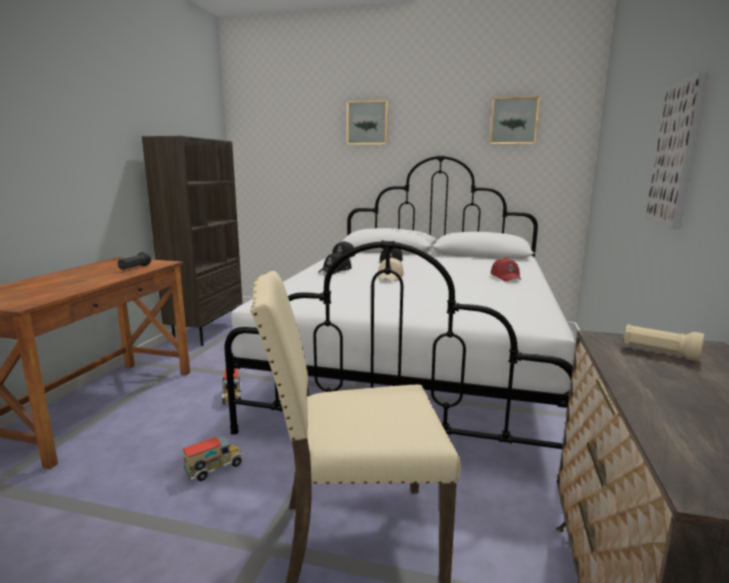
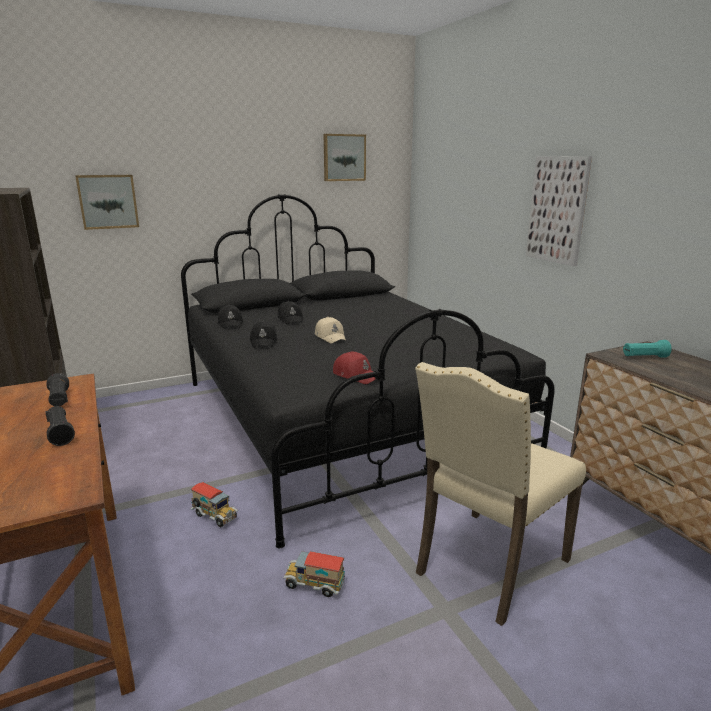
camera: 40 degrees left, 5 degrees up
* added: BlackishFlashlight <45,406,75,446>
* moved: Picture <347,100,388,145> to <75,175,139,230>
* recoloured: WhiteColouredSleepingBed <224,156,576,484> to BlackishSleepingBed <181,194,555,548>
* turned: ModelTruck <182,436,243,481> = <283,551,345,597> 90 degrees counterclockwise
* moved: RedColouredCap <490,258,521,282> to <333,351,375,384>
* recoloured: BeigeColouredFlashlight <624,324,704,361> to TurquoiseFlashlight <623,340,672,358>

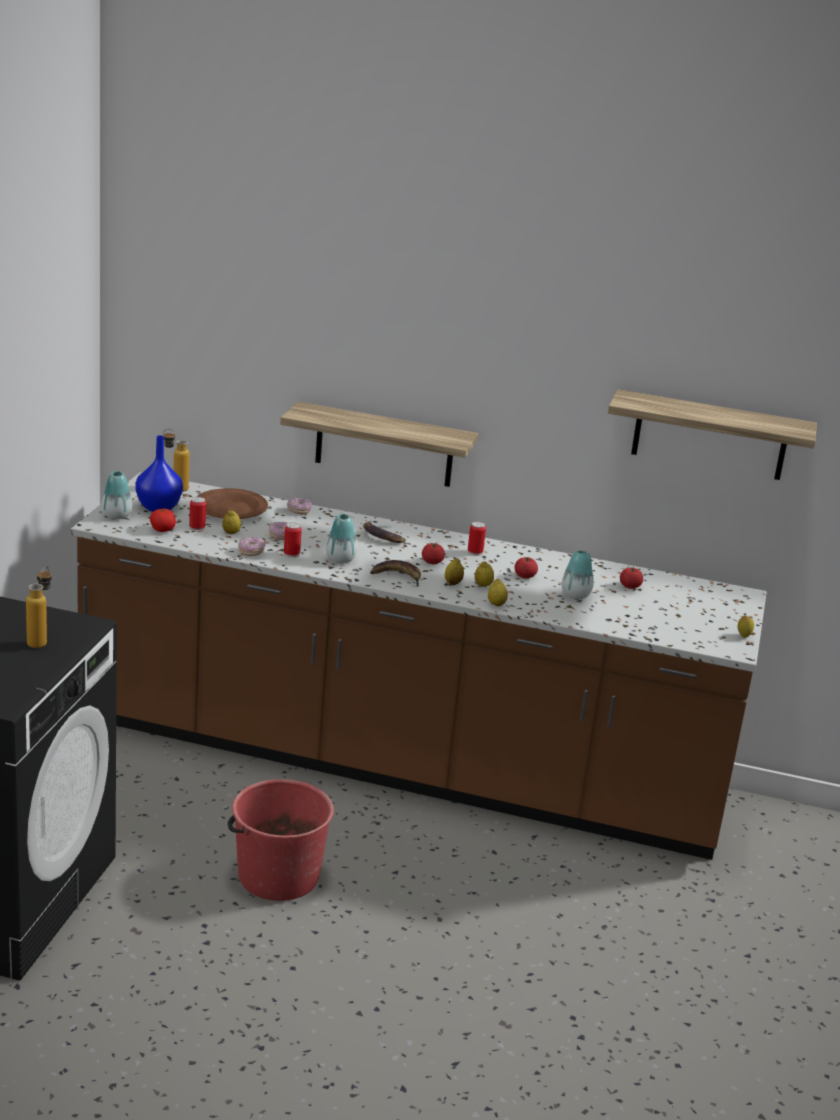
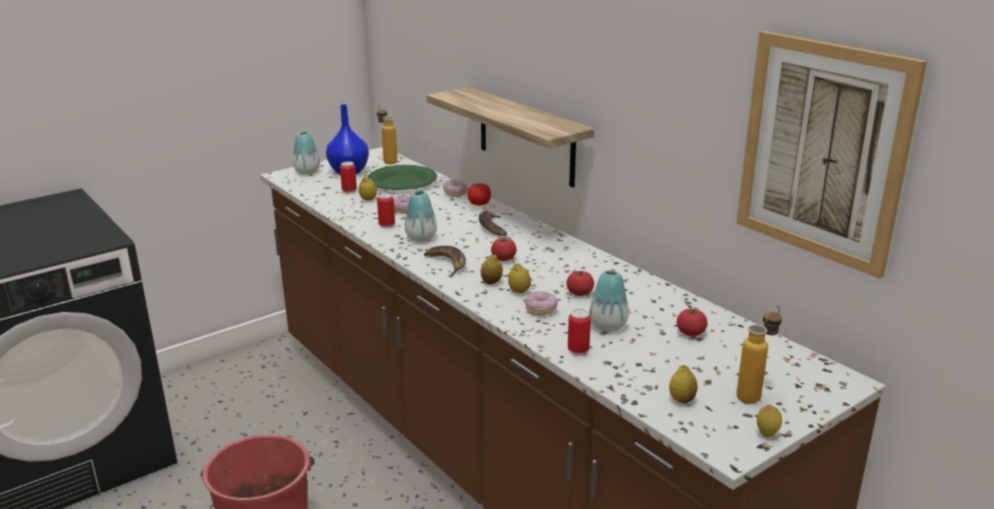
camera: 40 degrees right, 0 degrees up
* recoloured: BrownishPlate <197,488,268,519> to GreenPlate <368,165,437,190>
* moved: FreshTomato <150,508,176,532> to <467,183,491,205>
* moved: Donut <238,537,265,556> to <525,291,558,315>
* moved: Can <468,522,486,556> to <568,309,591,356>
* moved: WholeLemon <488,579,508,606> to <669,365,698,403>
* replaced: BracketShelf <608,389,817,480> to Picture <736,31,927,279>
* moved: BeverageBottle <26,566,52,648> to <736,306,782,403>

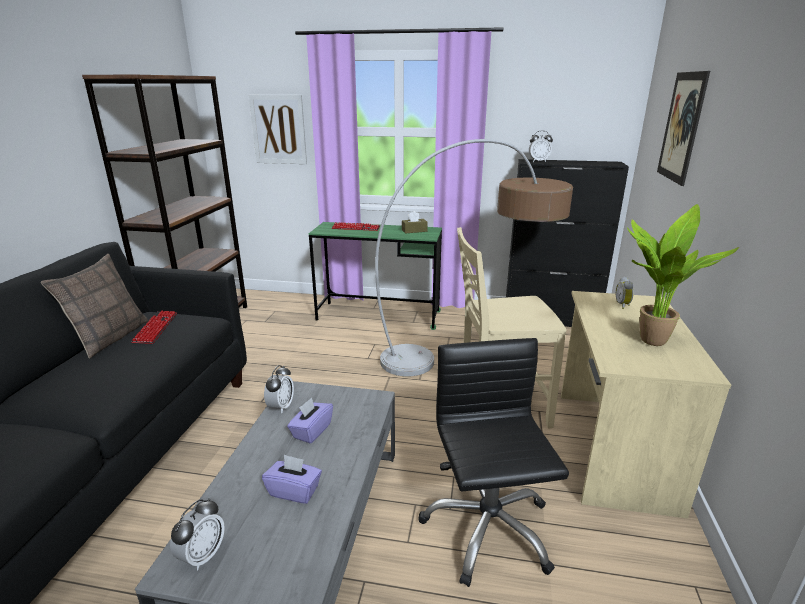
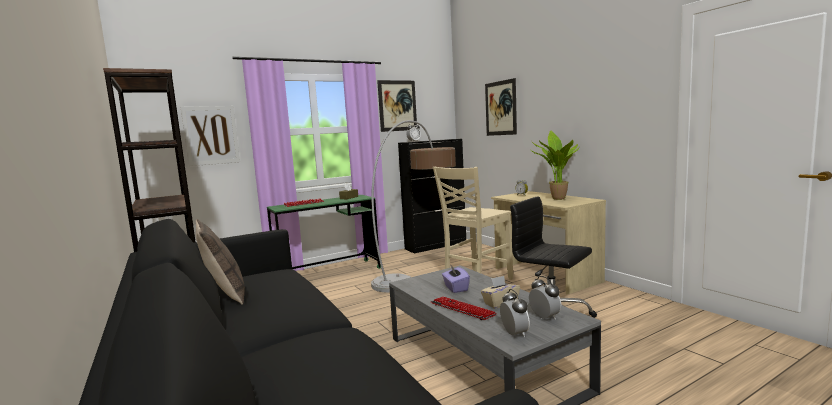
camera: 40 degrees left, 15 degrees down
* added: Picture <377,80,417,132>
* moved: PcKeyboard <132,311,177,344> to <431,296,497,320>
* recoloured: PurpleTissueHolder <262,454,322,504> to BeigeColouredTissueHolder <481,276,520,309>
* moved: TableClock <264,365,294,413> to <529,276,561,320>

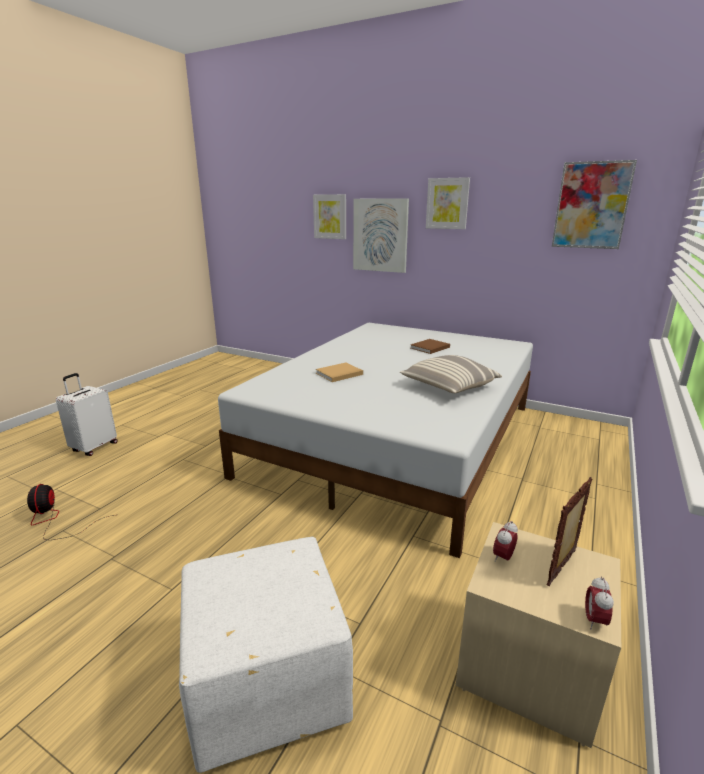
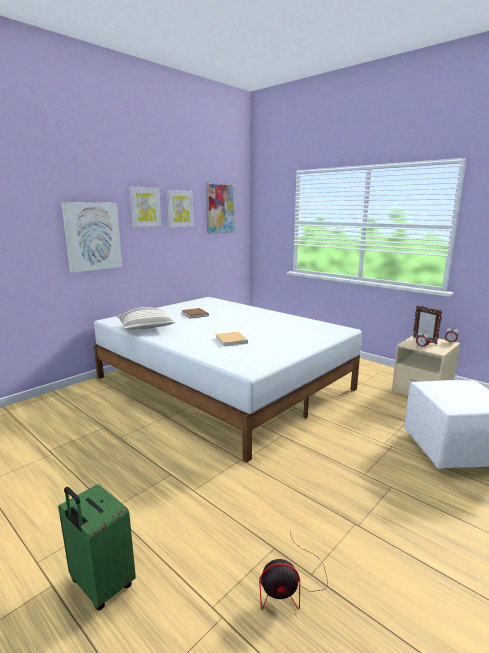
camera: 75 degrees left, 5 degrees down
* recoloured: WhiteColouredTravelCase <56,373,118,456> to GreenTravelCase <58,484,136,611>
* moved: Cushion <400,355,502,393> to <117,307,175,330>
* moved: Picture <313,194,346,239> to <167,190,194,228>

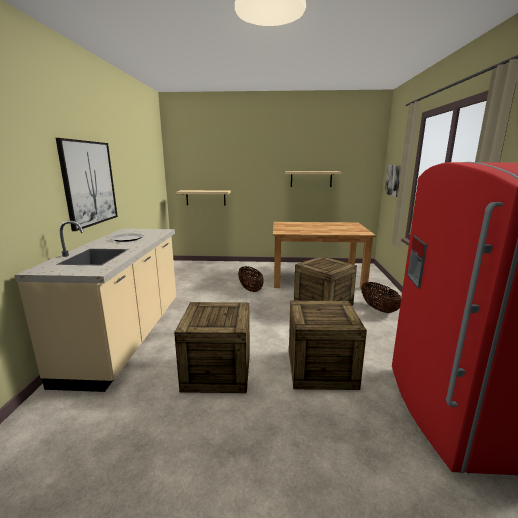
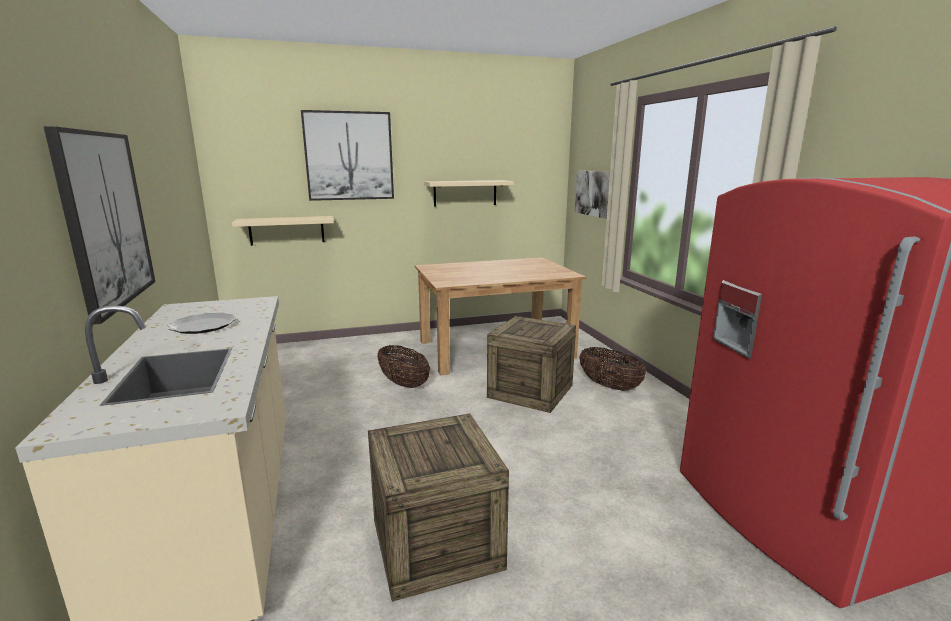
camera: 20 degrees left, 0 degrees up
* added: Picture <301,110,394,201>
* removed: Crate <289,301,367,390>

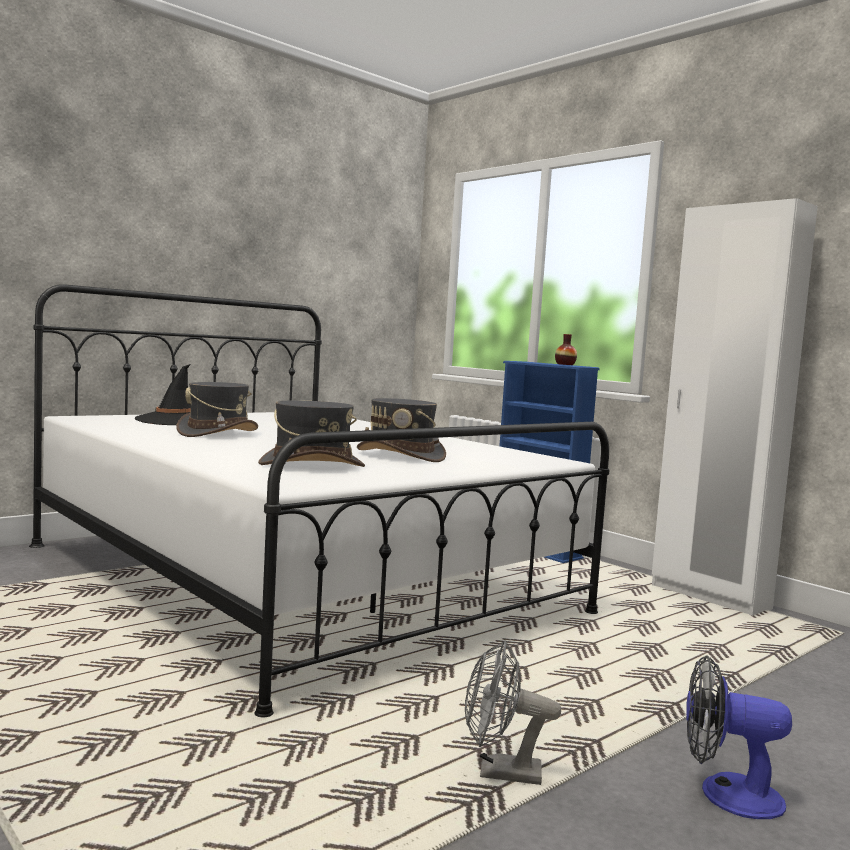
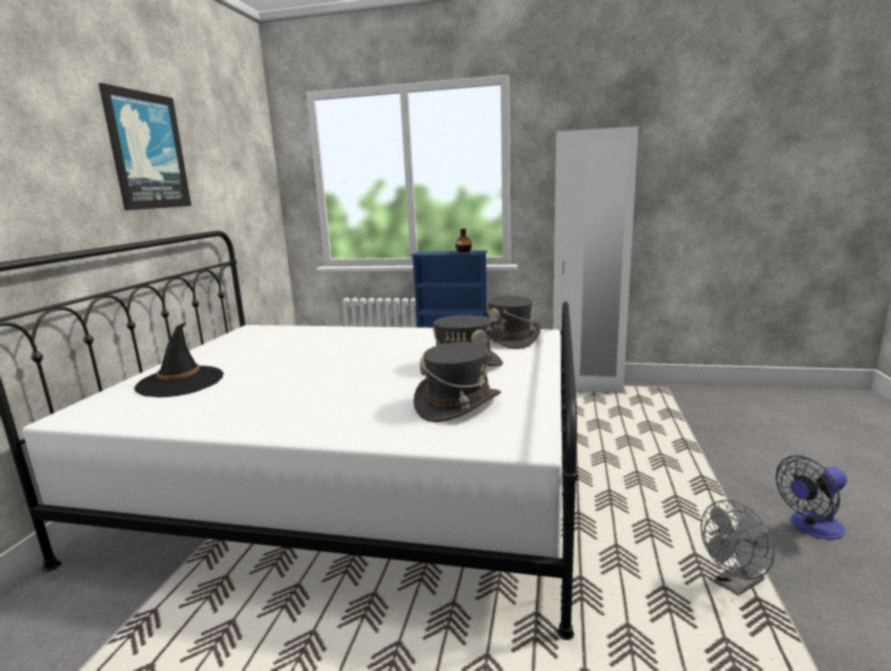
camera: 35 degrees left, 10 degrees up
* added: Picture <98,83,191,210>
* moved: GreyClothingHat <177,382,258,437> to <487,296,541,349>

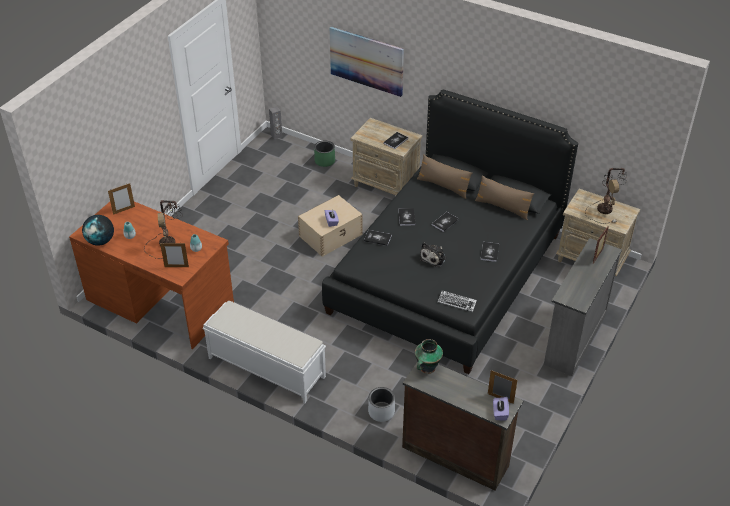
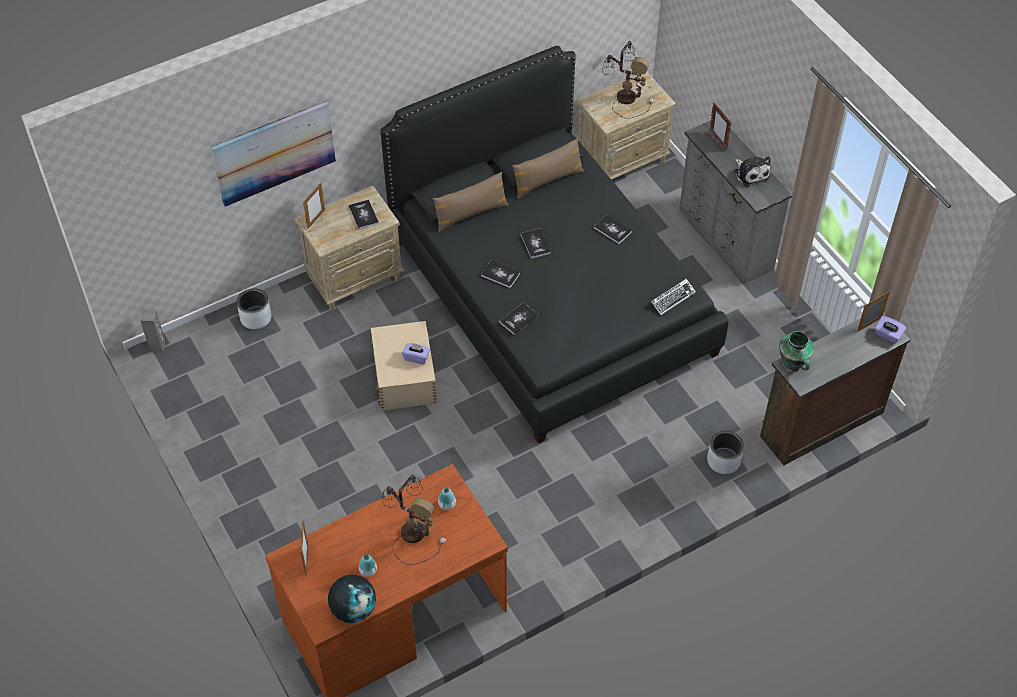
camera: 60 degrees left, 10 degrees up
* recoloured: GreenPlantPot <314,141,335,167> to GreyPlantPot <237,288,272,329>
* moved: PhotoFrame <160,242,189,267> to <303,183,325,229>
* moved: PlushToy <419,242,446,267> to <734,156,771,187>
* removed: WhiteColouredLongSeat <203,301,326,403>

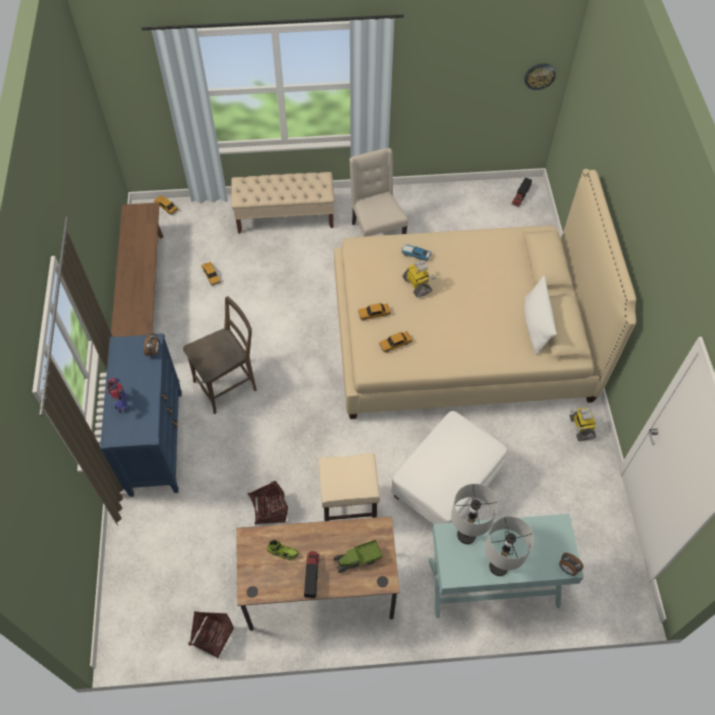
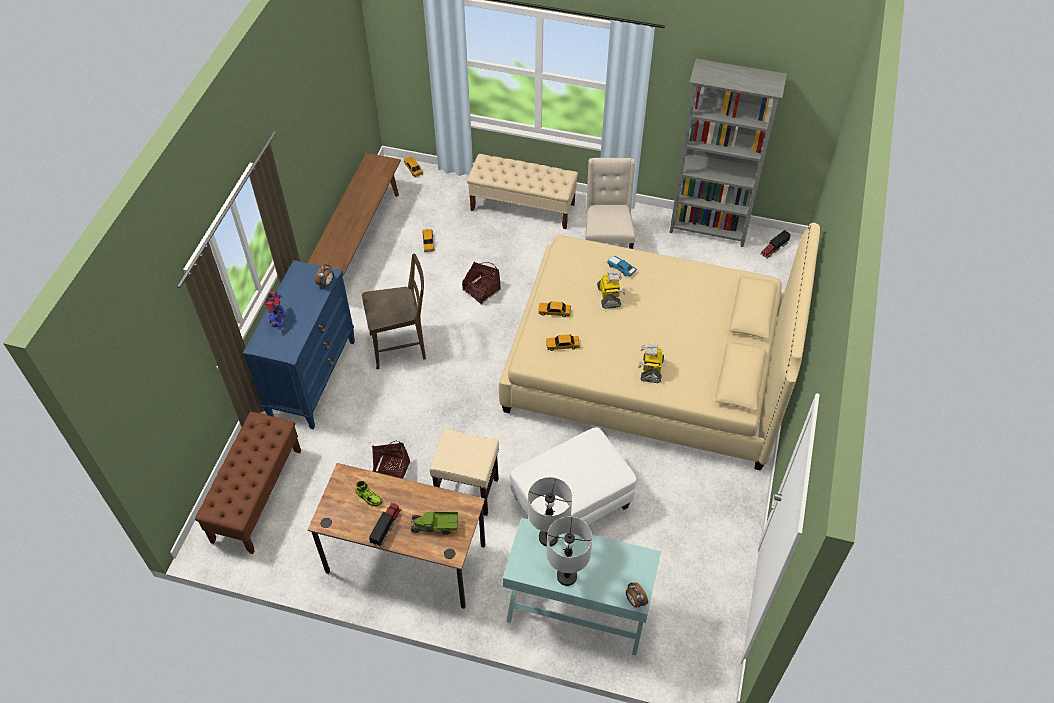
camera: 20 degrees right, 5 degrees down
* added: BrownishLongSeat <195,412,301,554>
* moved: Basket <188,611,234,659> to <462,261,500,305>
* moved: ModelRobot <570,408,596,441> to <638,344,664,383>
* added: GreyShelvingUnit <669,59,787,247>
* removed: ClockOnTheWall <524,64,556,90>
* removed: WhiteColouredCushion <524,276,557,355>

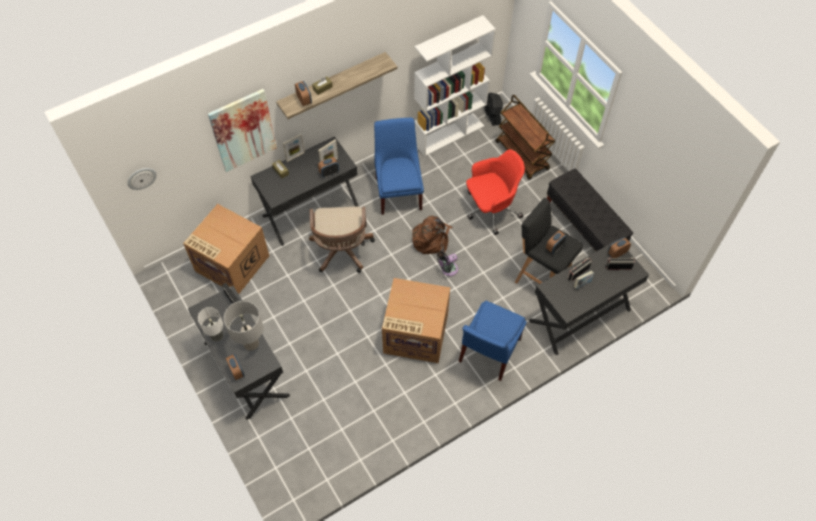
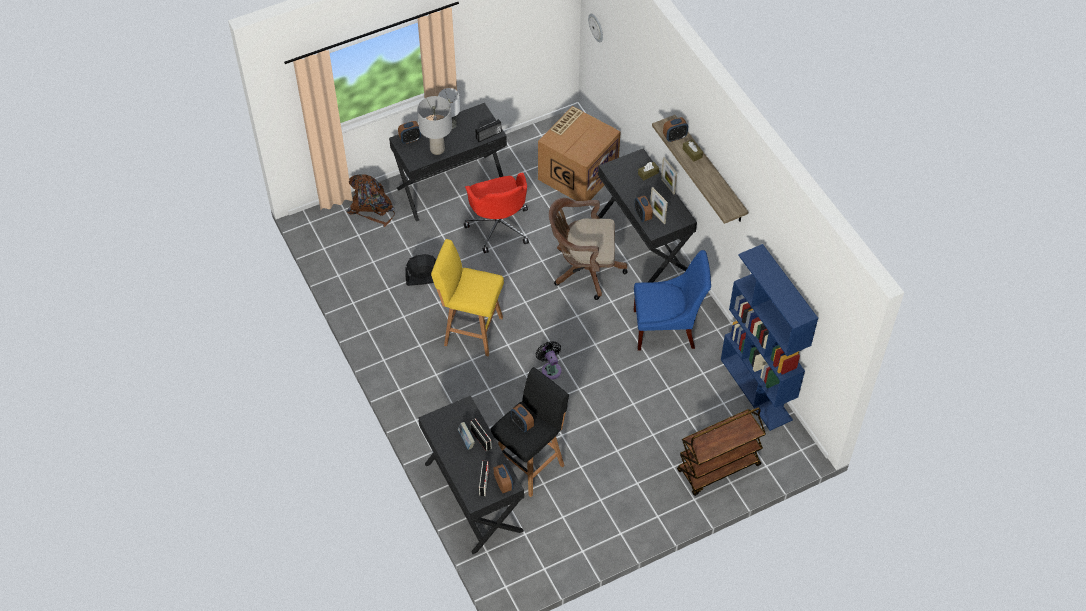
camera: 95 degrees right, 5 degrees down
* moved: BrownishBackpack <411,216,453,257> to <347,174,395,227>
* moved: BlackishCoolingFan <484,93,503,126> to <405,254,436,286>
* replaced: PackingBox <382,278,450,363> to YellowishStoolSeat <431,239,504,356>
* moved: RedColouredDeskChair <466,149,525,235> to <464,172,529,253>
* recoloured: WhiteColouredShelvingUnit <414,15,496,156> to BlueShelvingUnit <721,244,818,431>
* removed: Picture <208,89,277,172>
* removed: BlueUprightChair <459,301,527,381>
* removed: BlackishLongSeat <547,169,633,251>

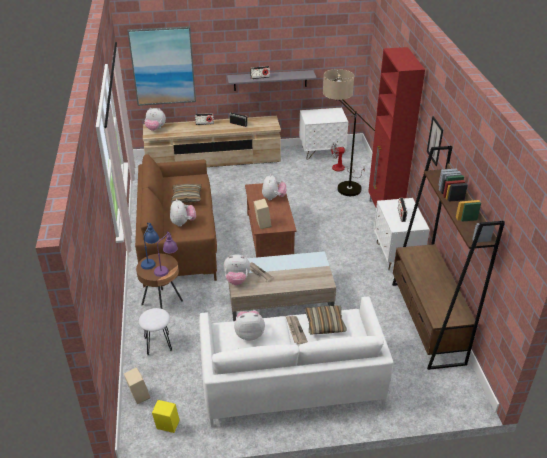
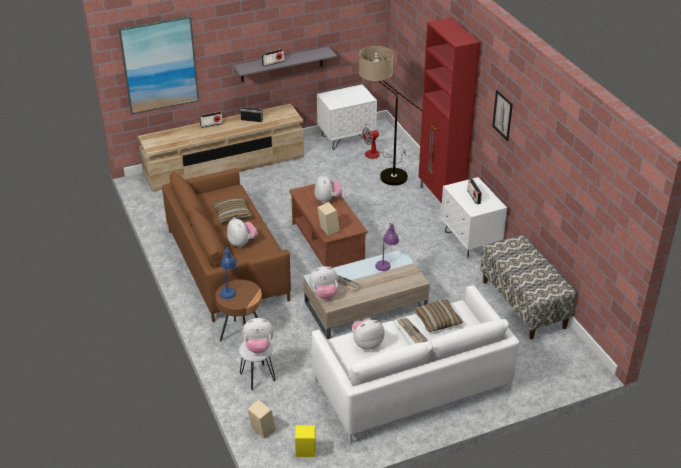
camera: 15 degrees left, 0 degrees up
* moved: PlushToy <145,108,166,131> to <243,318,274,354>
* moved: PurpleTableLamp <154,231,178,277> to <375,223,399,271>
* replaced: BrownishShelvingUnit <392,146,505,370> to LongSeat <480,235,577,339>

